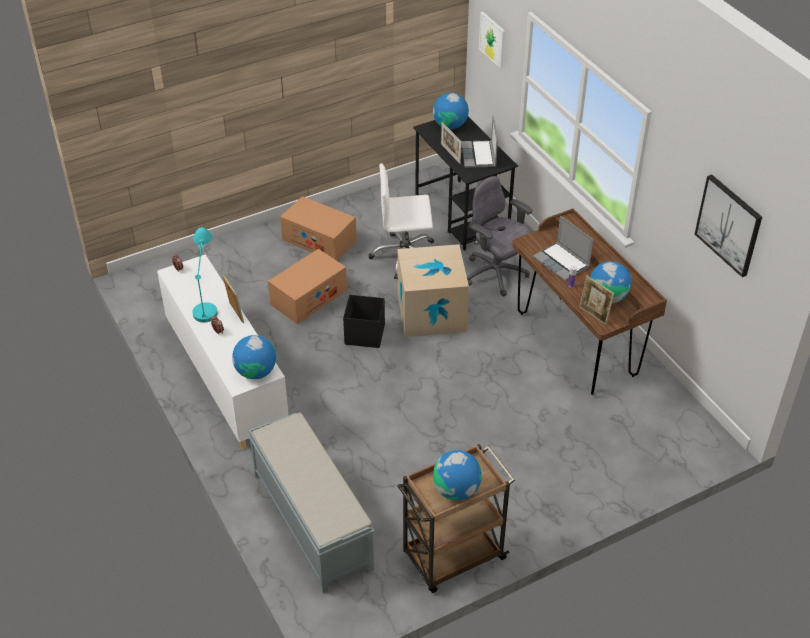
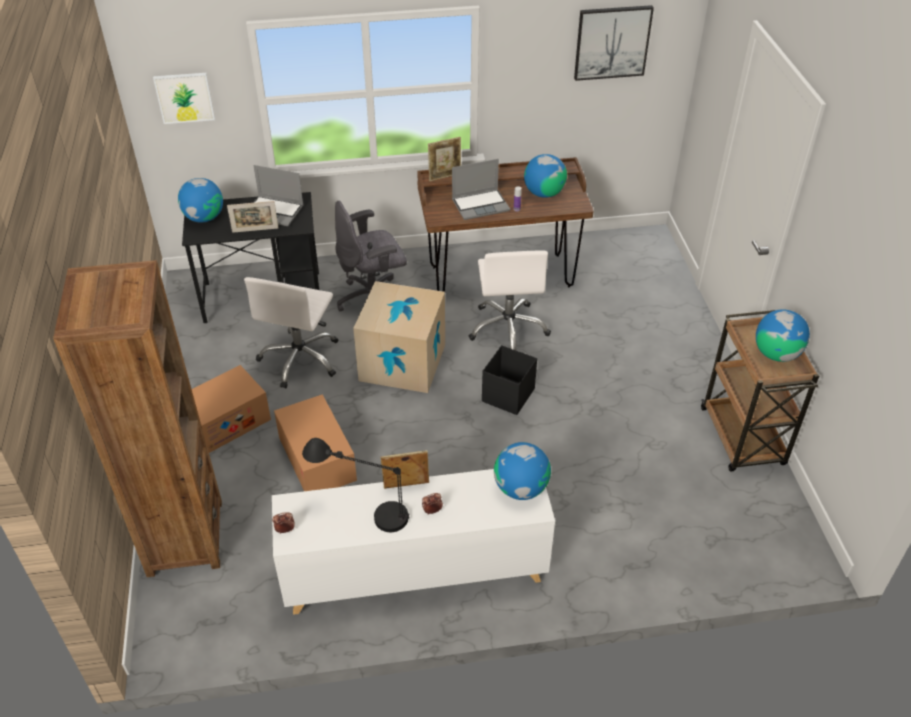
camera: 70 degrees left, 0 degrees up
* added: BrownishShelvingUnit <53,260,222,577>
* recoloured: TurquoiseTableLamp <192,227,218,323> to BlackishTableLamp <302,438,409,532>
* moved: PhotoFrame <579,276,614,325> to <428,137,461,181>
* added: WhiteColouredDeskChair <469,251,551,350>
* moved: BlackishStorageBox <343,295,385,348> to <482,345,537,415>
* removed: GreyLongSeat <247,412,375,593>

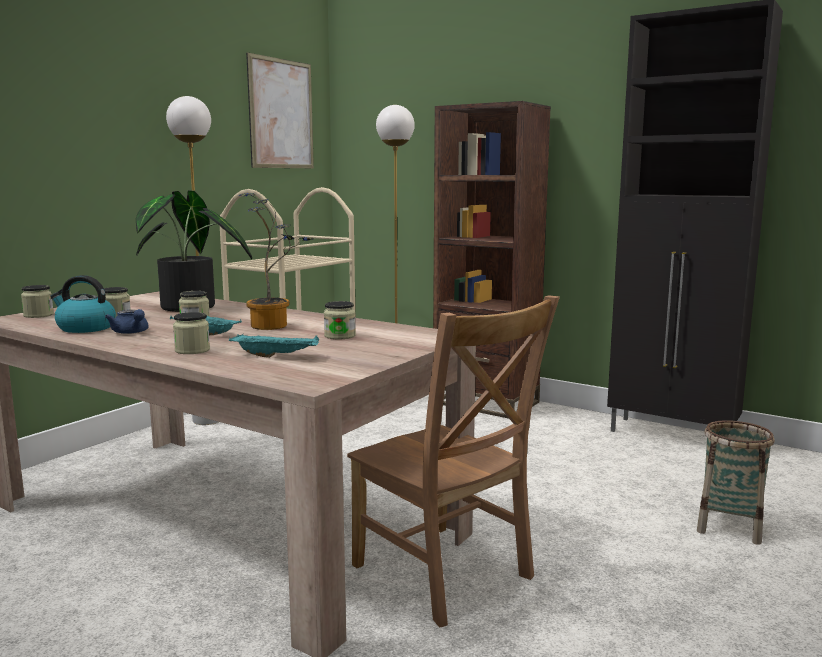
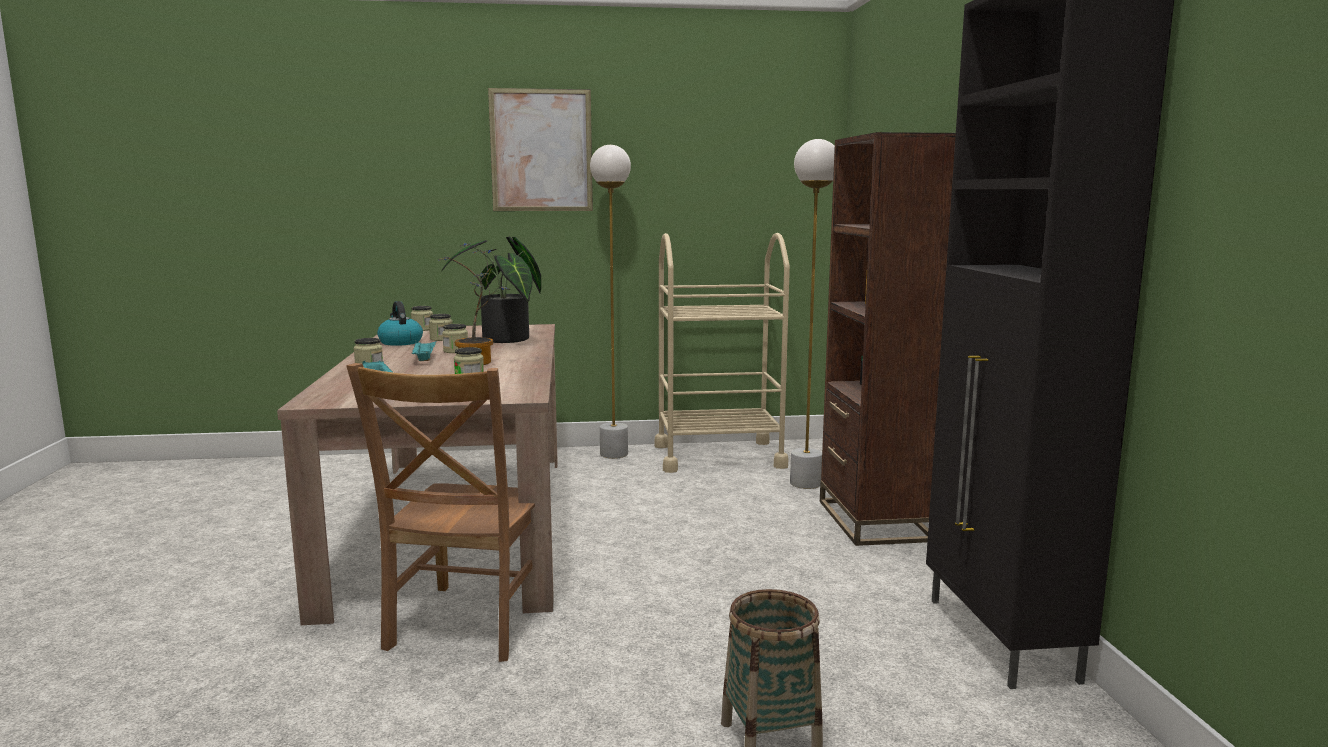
camera: 50 degrees right, 0 degrees up
* moved: Picture <246,52,314,168> to <488,88,593,211>
* removed: BlueTeapot <105,309,148,334>

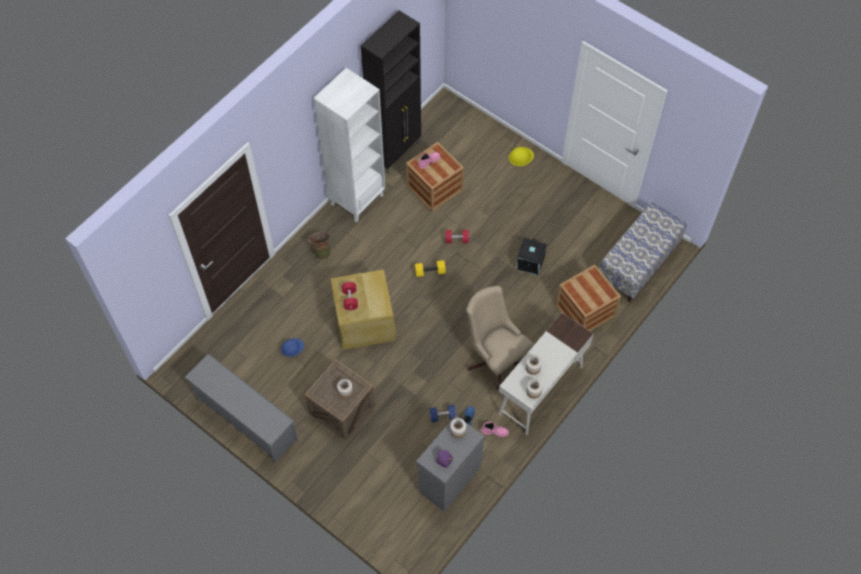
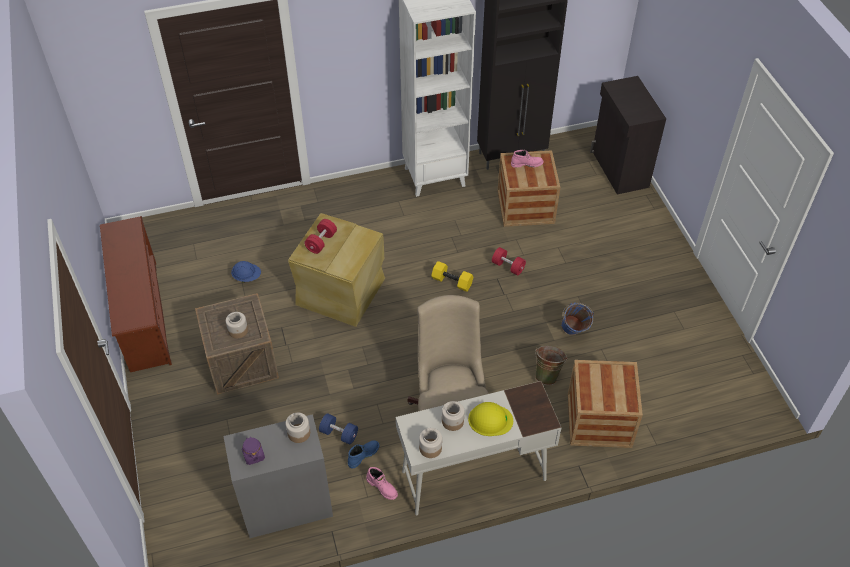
camera: 35 degrees right, 10 degrees down
* recoloured: GreyShoeStand <185,353,298,463> to BrownishShoeStand <100,216,172,372>
* moved: YellowishHardHat <509,147,534,166> to <468,402,513,436>
* moved: GreenWaterBucket <308,231,331,259> to <535,346,568,385>
* replaced: BlackishStorageBox <516,238,547,276> to BlueWaterBucket <561,303,594,335>
* added: BlackishCabinet <590,76,666,195>
* removed: LongSeat <599,202,687,302>

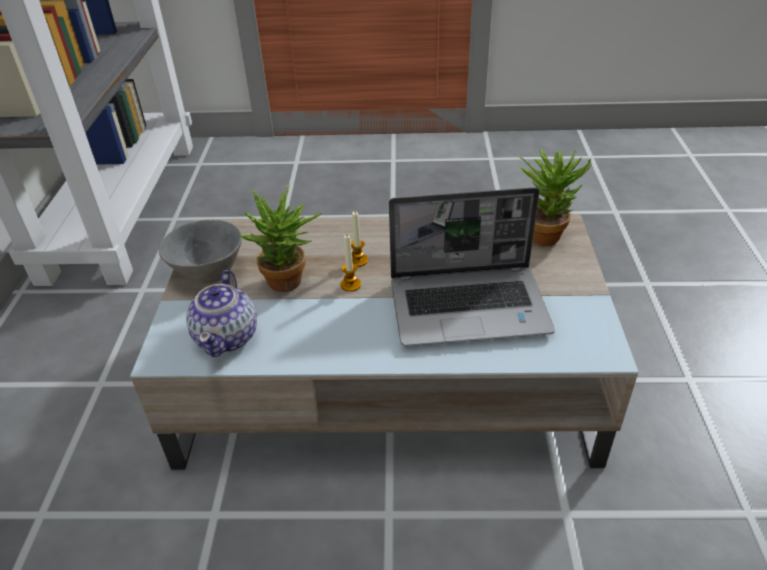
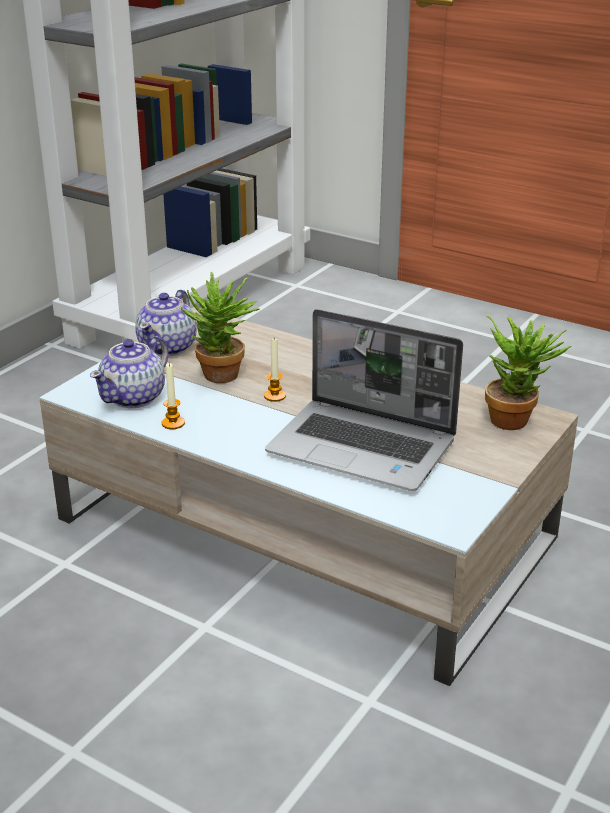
camera: 30 degrees right, 10 degrees down
* replaced: GreyDeepDish <159,219,242,284> to Teapot <135,289,196,356>
* moved: Candle <351,211,368,267> to <162,363,185,429>

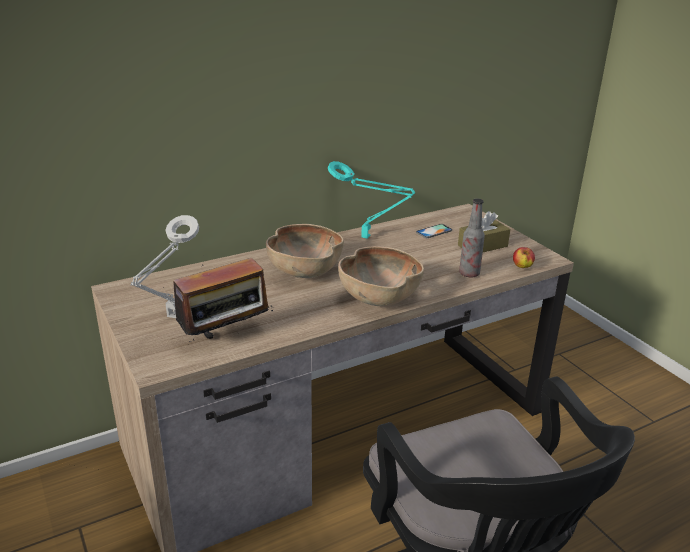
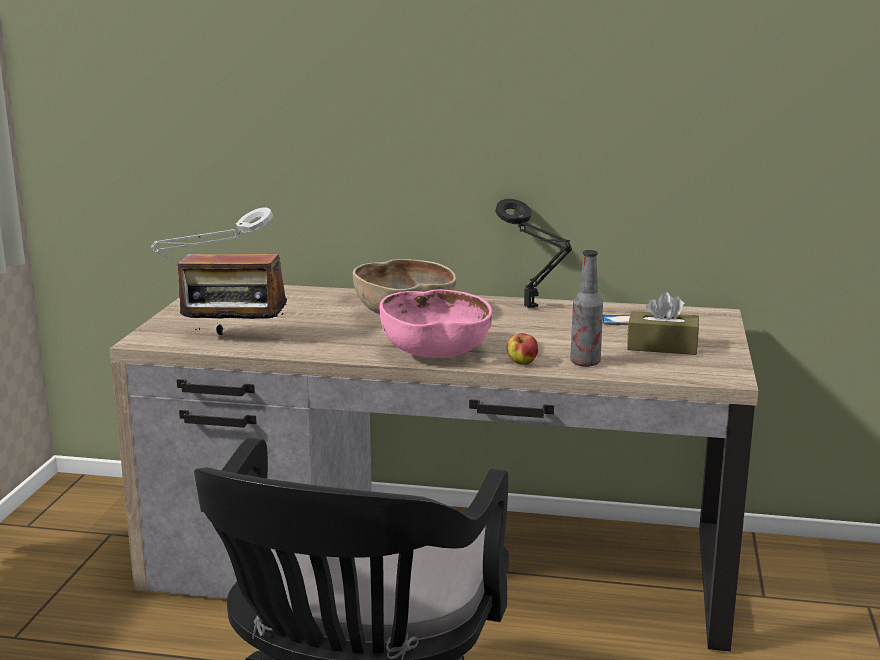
camera: 40 degrees right, 10 degrees down
* recoloured: BrownishDeepDish <338,246,424,306> to PinkishDeepDish <380,289,492,358>
* recoloured: TurquoiseTableLamp <328,161,415,239> to BlackishTableLamp <495,199,572,308>
* moved: Apple <513,247,535,268> to <507,333,538,365>

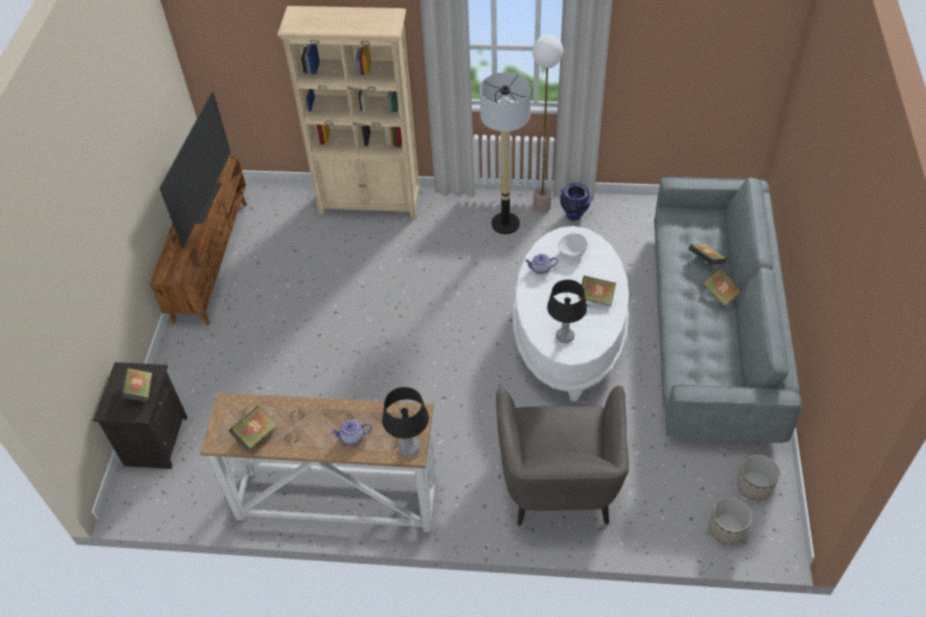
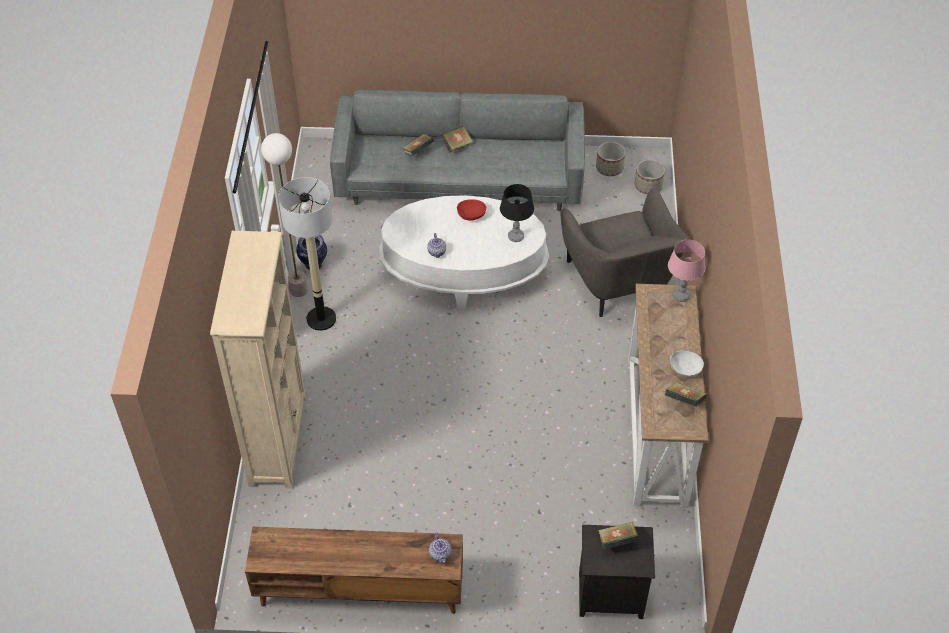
camera: 95 degrees left, 0 degrees up
* moved: Teapot <330,420,372,445> to <429,532,452,564>
* replaced: BoundBook <578,275,616,306> to RedColouredDeepDish <457,199,486,221>
* turned: GreyEasyChair <496,386,629,526> = <560,188,688,317> 75 degrees clockwise
* recoloured: BlackishTableLamp <382,387,429,457> to PinkishTableLamp <668,240,706,302>
* moved: WhiteColouredDeepDish <558,233,587,259> to <670,351,704,377>
* removed: Tv <160,92,231,248>

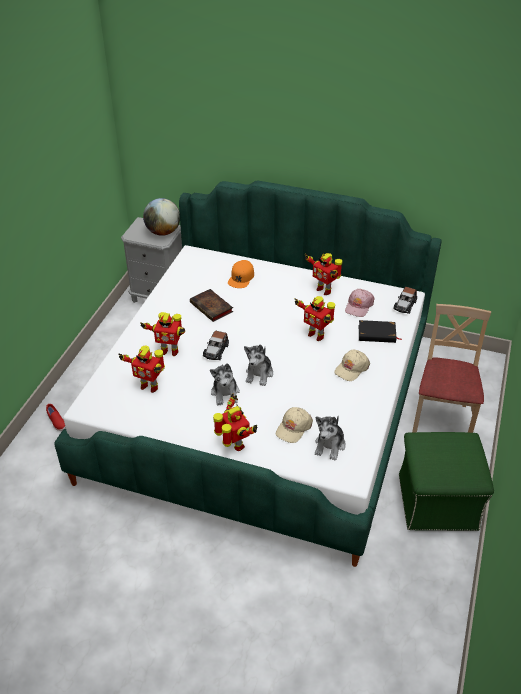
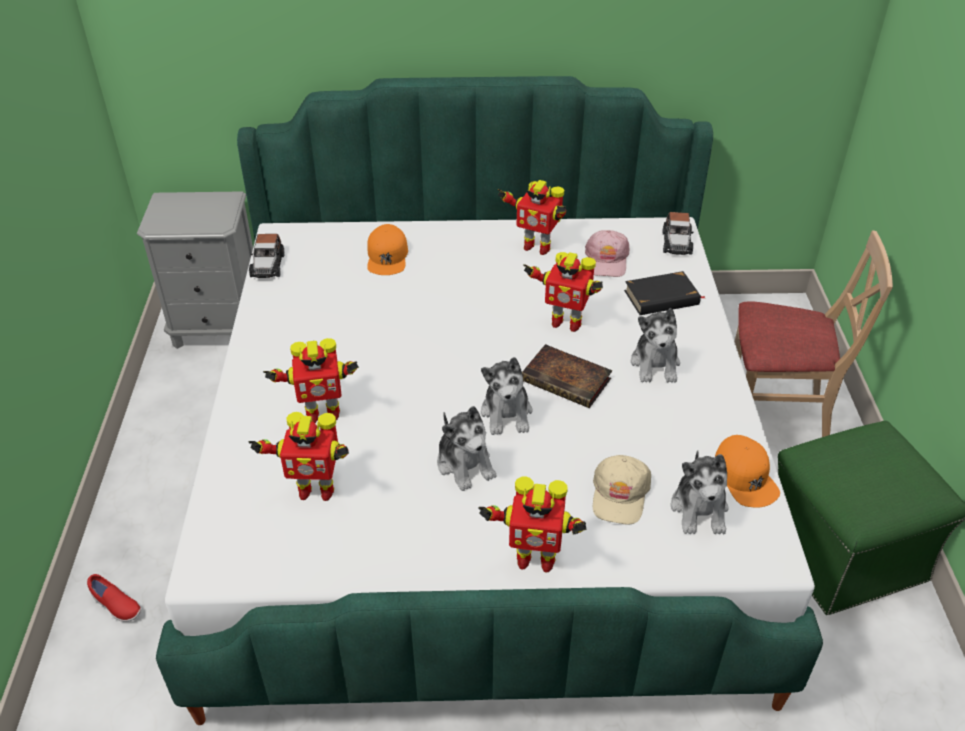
camera: 20 degrees left, 0 degrees up
* moved: MiniatureCar <203,331,229,360> to <249,234,285,278>
* turned: ModelRobot <213,393,257,451> = <478,476,587,573> 150 degrees clockwise
* moved: BoundBook <190,289,233,322> to <522,344,612,408>
* replaced: BeigeColouredCap <334,350,370,381> to PlushToy <631,308,680,383>
* added: OrangeColouredCap <715,435,780,507>
* turned: BeigeColouredUprightChair <412,304,491,433> = <735,230,893,437> 105 degrees clockwise
* removed: WorldGlobe <143,198,180,236>

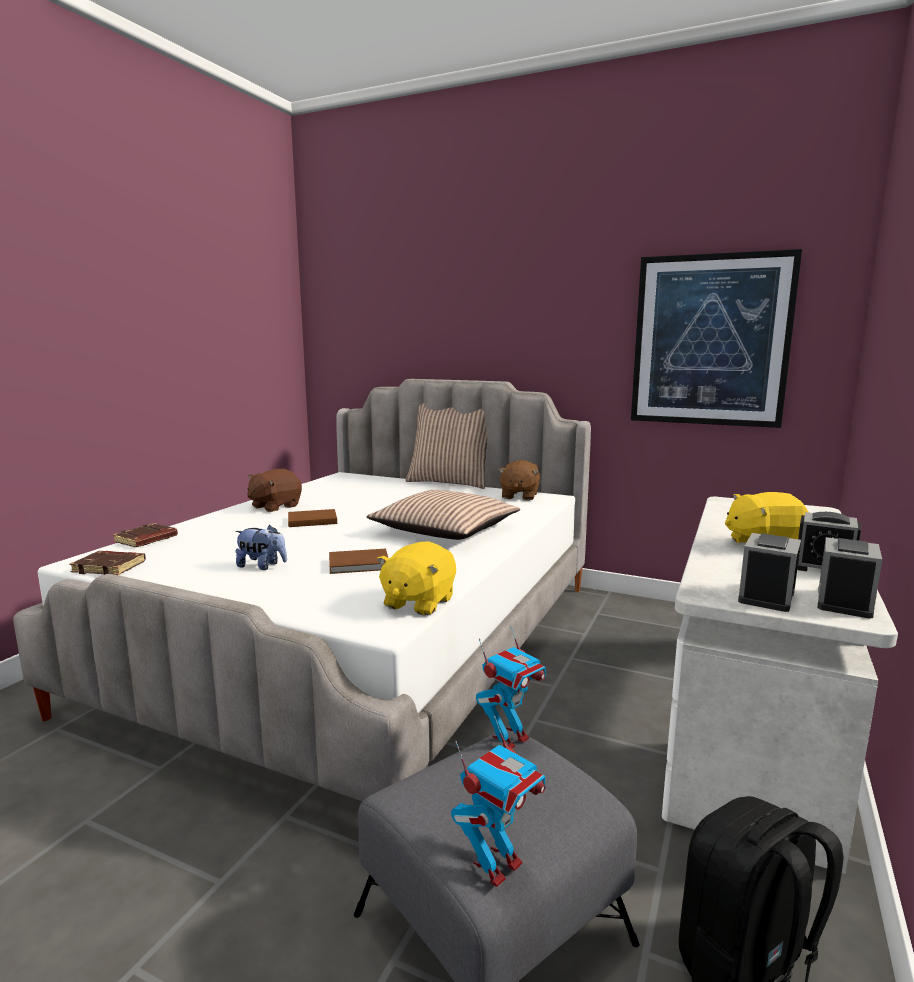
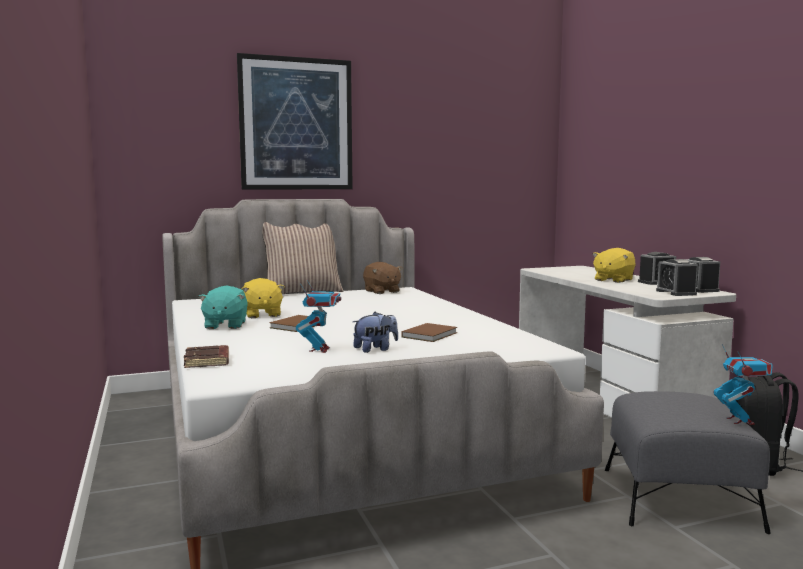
camera: 45 degrees left, 5 degrees down
* recoloured: BrownishPlushToy <247,469,302,512> to TurquoisePlushToy <198,286,248,329>
* moved: Picture <631,249,802,428> to <237,53,353,189>
* moved: YellowishPlushToy <376,541,456,616> to <242,278,285,318>
* moved: ModelRobot <476,626,546,748> to <296,279,341,353>
* removed: BrownishBoundBook <70,551,146,575>
* removed: Cushion <366,490,520,540>

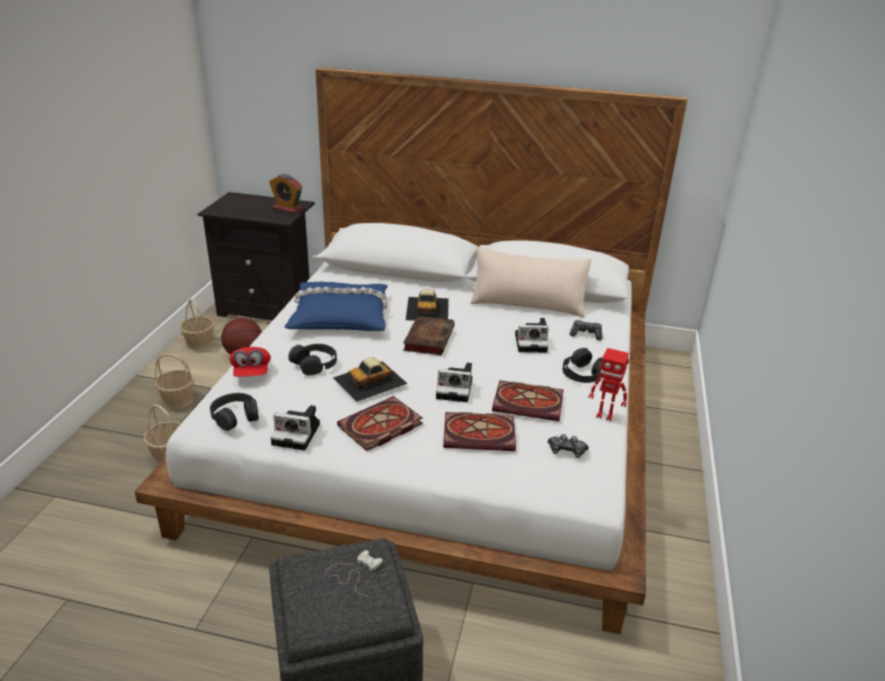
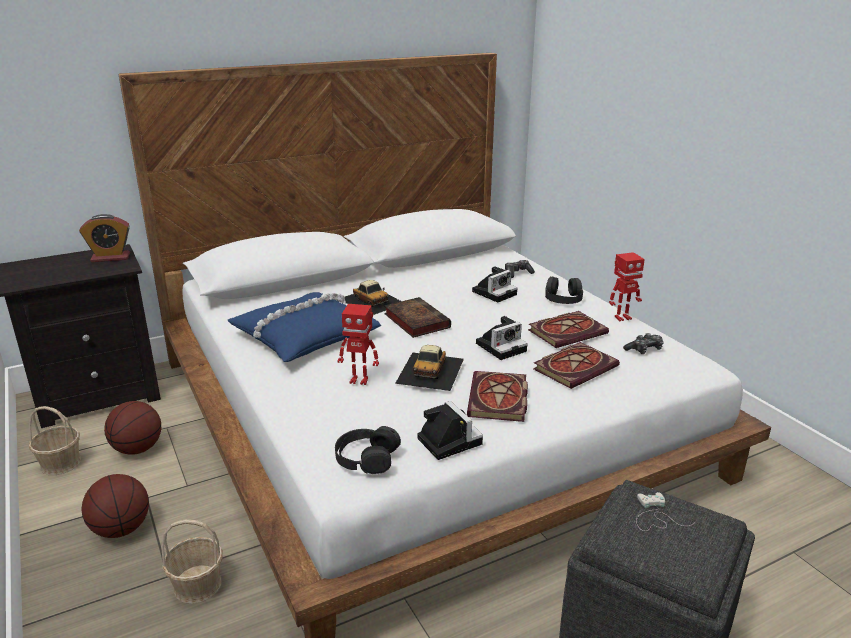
camera: 40 degrees left, 5 degrees down
* replaced: Basket <155,353,195,409> to BasketballBall <82,474,149,538>
* replaced: BlackishHeadphones <288,344,337,375> to ModelRobot <337,304,379,385>
* turned: PhotoCamera <270,405,320,451> = <417,401,483,460> 90 degrees counterclockwise
* removed: RedColouredCap <230,347,271,377>
* removed: BeigeColouredCushion <470,246,591,318>

